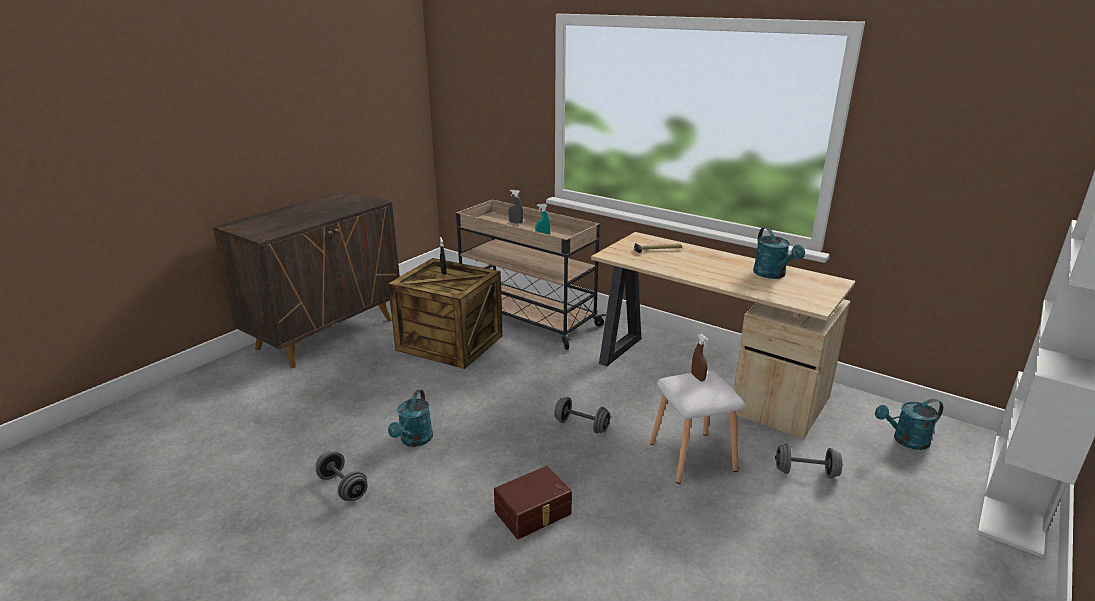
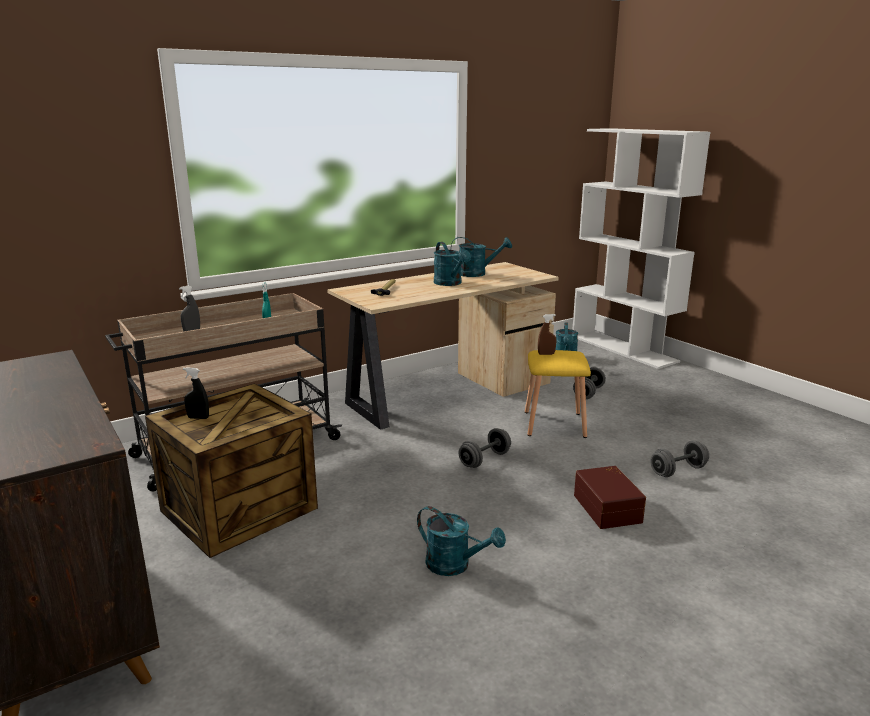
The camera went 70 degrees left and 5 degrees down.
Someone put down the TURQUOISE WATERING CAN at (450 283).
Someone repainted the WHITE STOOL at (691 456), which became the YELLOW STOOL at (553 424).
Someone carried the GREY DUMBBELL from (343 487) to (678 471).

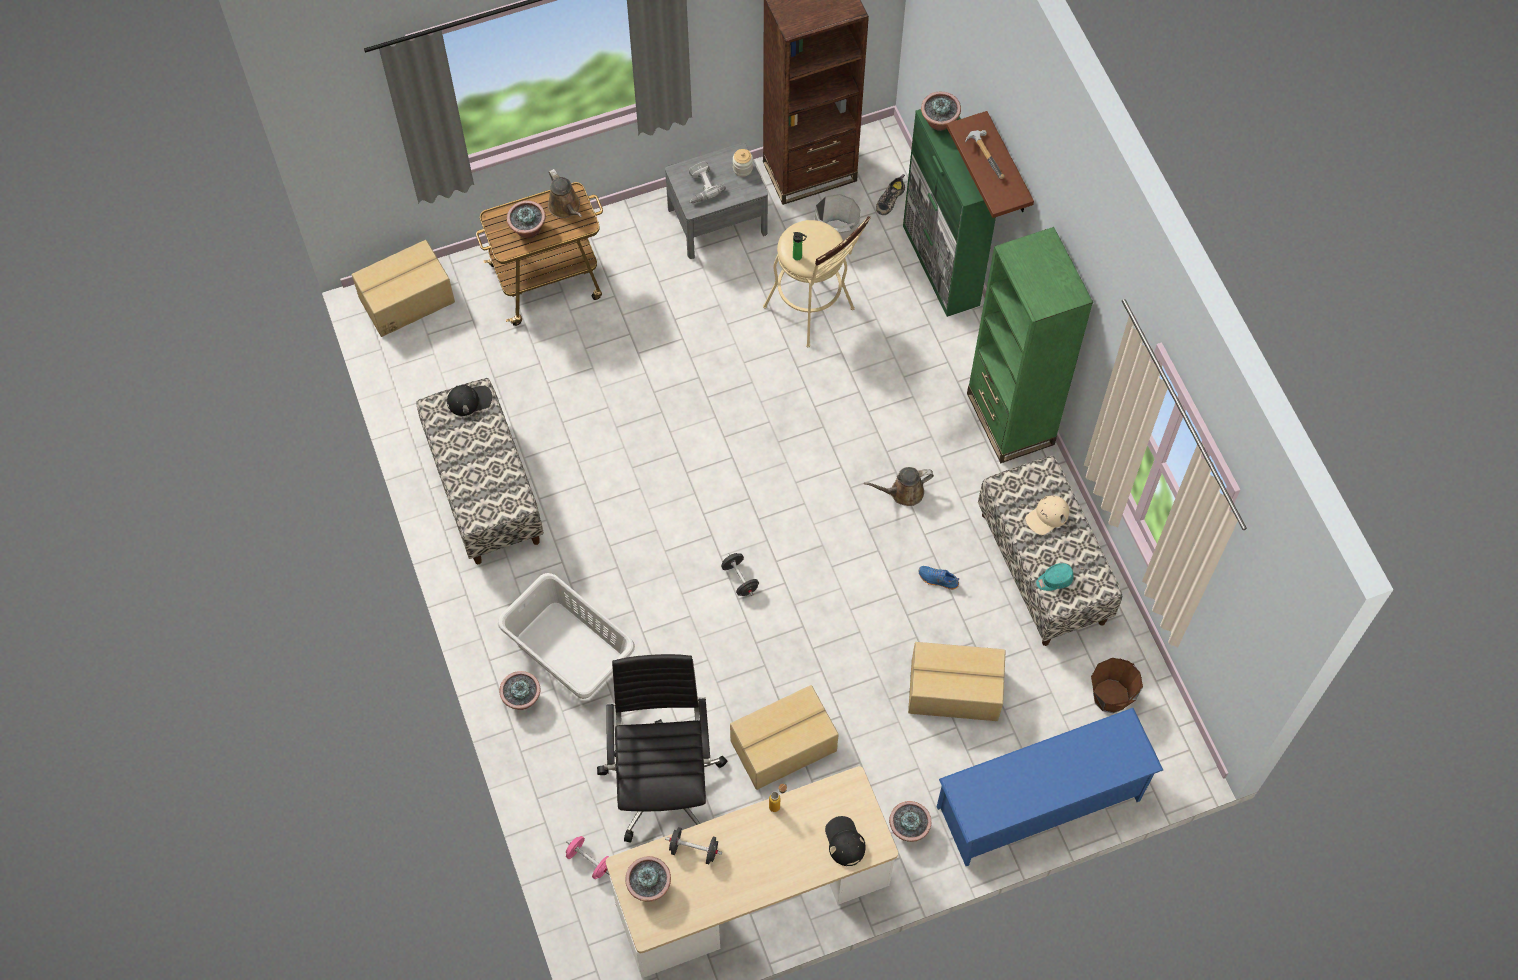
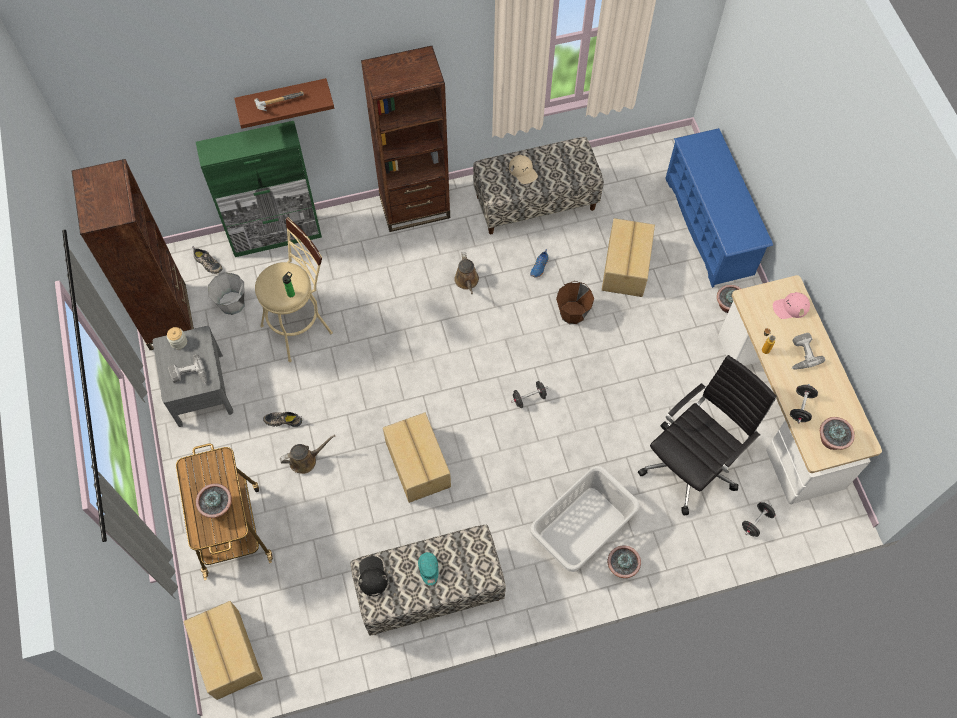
The camera went 85 degrees left and 0 degrees up.
Someone put down the SHOE at (283 420).
Someone carried the BROWN WATERING CAN from (565 207) to (306 460).
Someone repainted the GREEN BOOKCASE at (1010 419), which became the BROWN BOOKCASE at (415 207).
Someone carried the CARDBOARD BOX from (784 746) to (418 463).
Someone carried the TURQUOISE CAP from (1054 580) to (429 570).
Someone carried the BROWN BUCKET from (1111 697) to (573 313).
Someone rotated the BLACK OFFICE CHAIR at (663 780) by 135 degrees clockwise.
Someone repainted the PINK DUMBBELL at (589 861), which became the BLACK DUMBBELL at (756 522).
Someone repainted the BLACK CAP at (844 841), which became the PINK CAP at (790 307).
Someone put down the POWER DRILL at (801 354).
Someone took away the POTTED PLANT at (939 122).

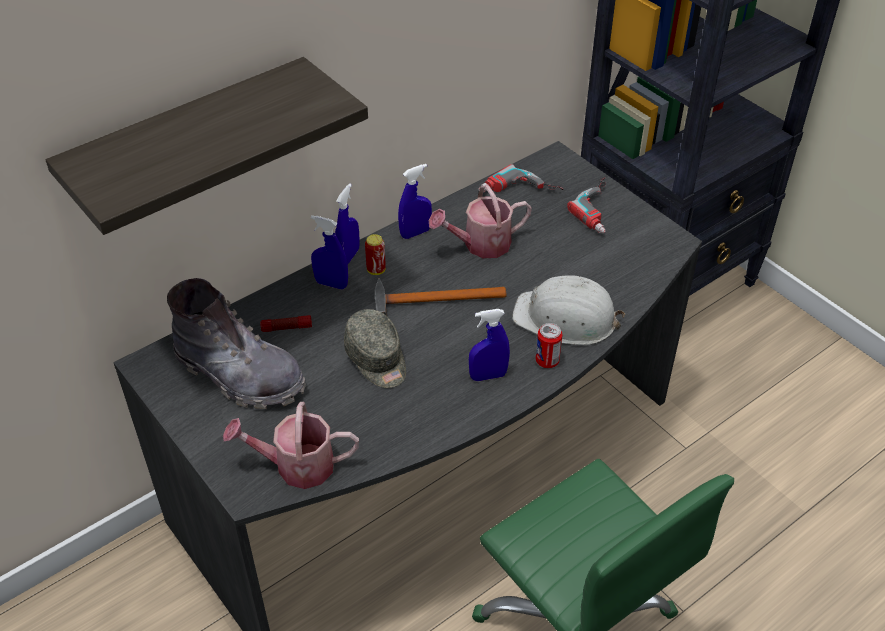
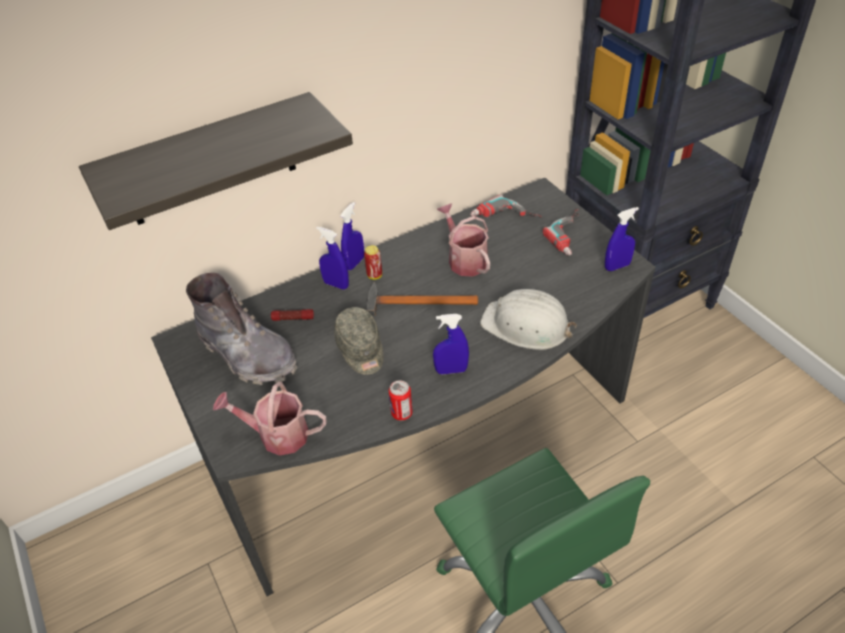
The camera went 10 degrees right and 0 degrees up.
Someone carried the CAN from (547 361) to (401 413).
Someone rotated the WATERING CAN at (480 245) by 75 degrees clockwise.
Someone carried the BLUE SPRAY BOTTLE from (415 233) to (617 266).

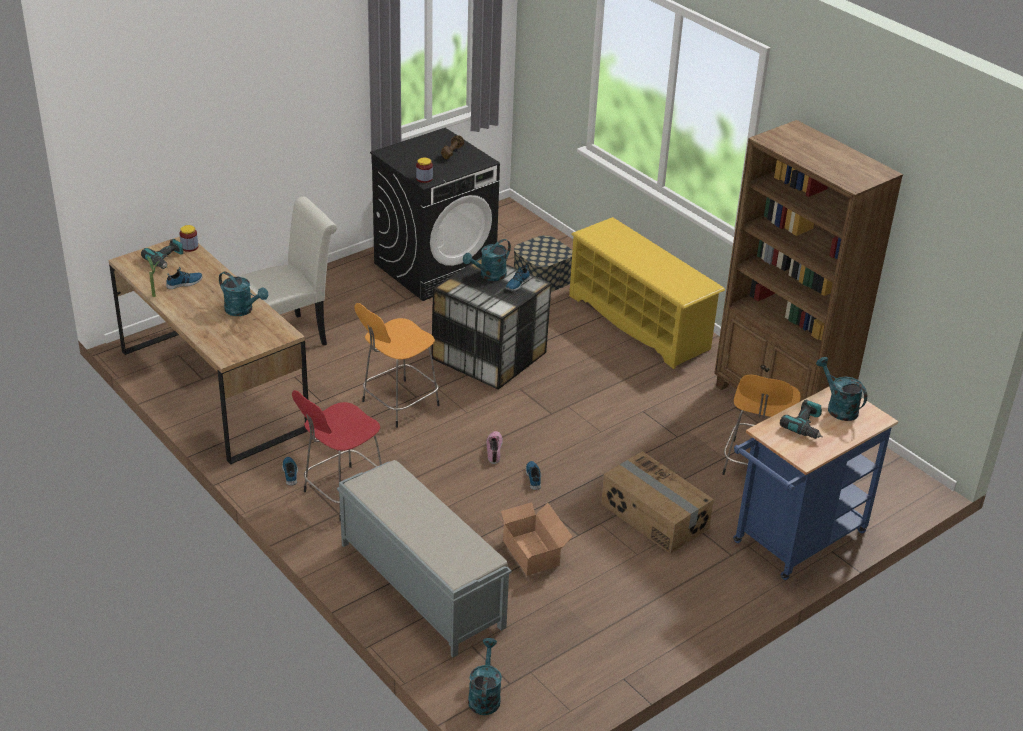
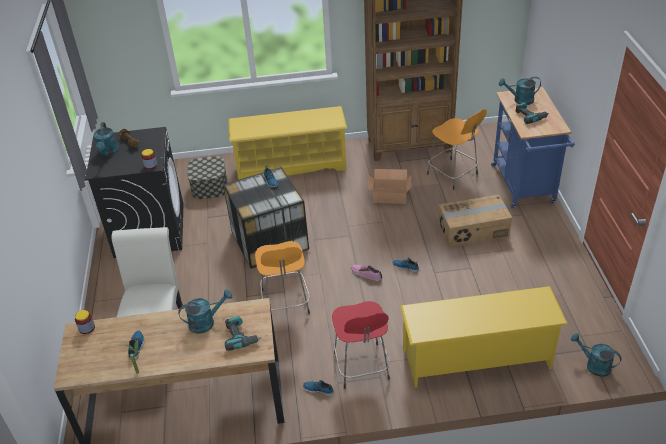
The camera went 55 degrees left and 5 degrees up.
Someone carried the TURQUOISE WATERING CAN from (489 275) to (108 152).
Someone carried the POWER DRILL from (166 260) to (240 337).
Someone carried the CARDBOARD BOX from (532 551) to (389 195).
Someone swapped the GREY BENCH at (420 584) for the YELLOW SHOE RACK at (477 359).

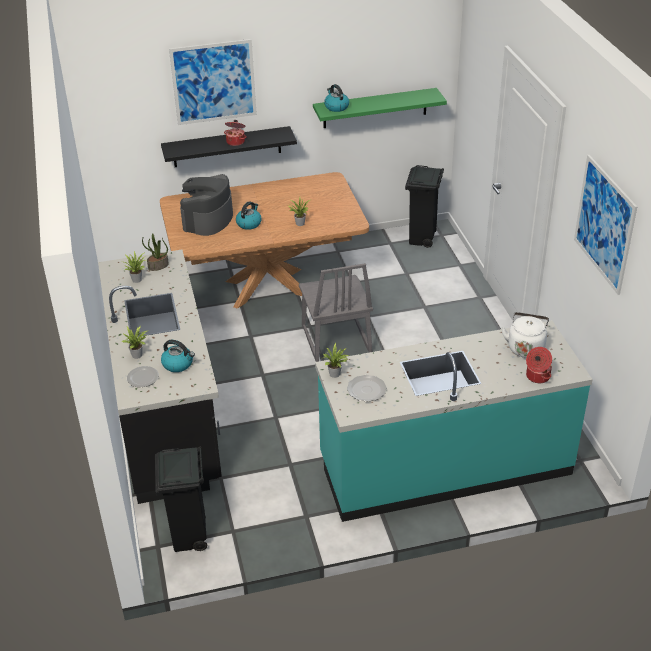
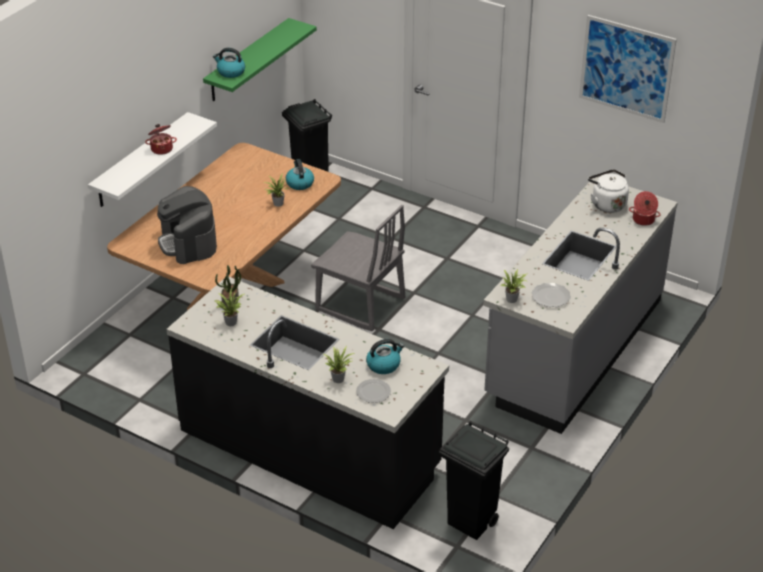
The camera went 45 degrees left and 0 degrees up.
Someone repainted the BLACK SHELF at (227 147), which became the WHITE SHELF at (141 160).
Someone carried the KETTLE from (249 223) to (299 183).
Someone repainted the TURQUOISE COUNTER at (444 465), which became the GREY COUNTER at (573 348).
Someone took away the PICTURE at (213 82).

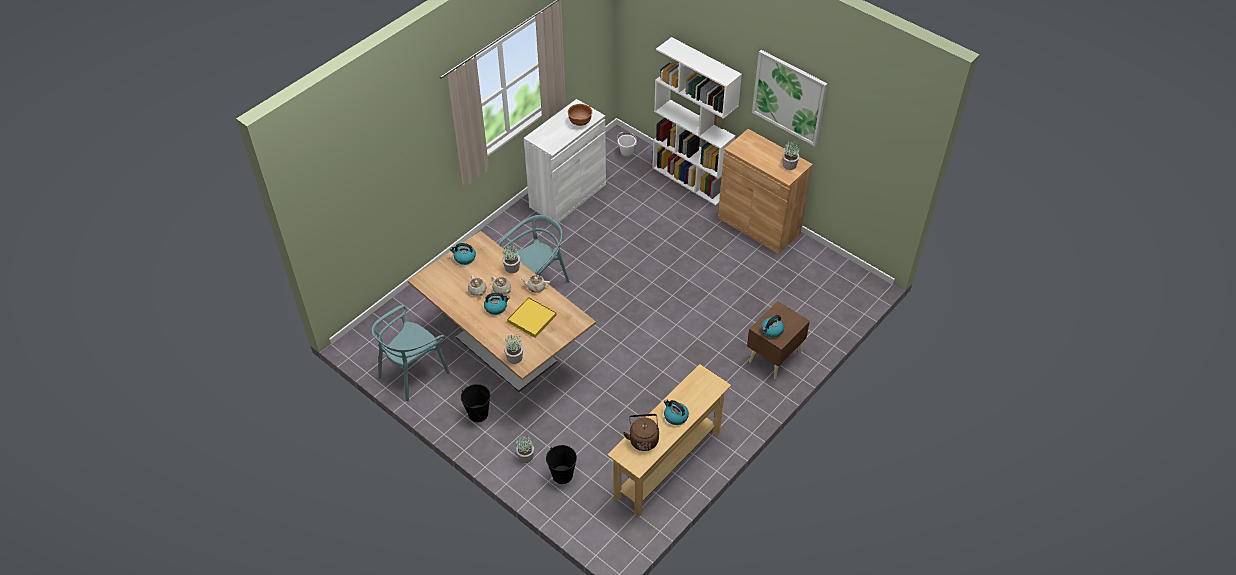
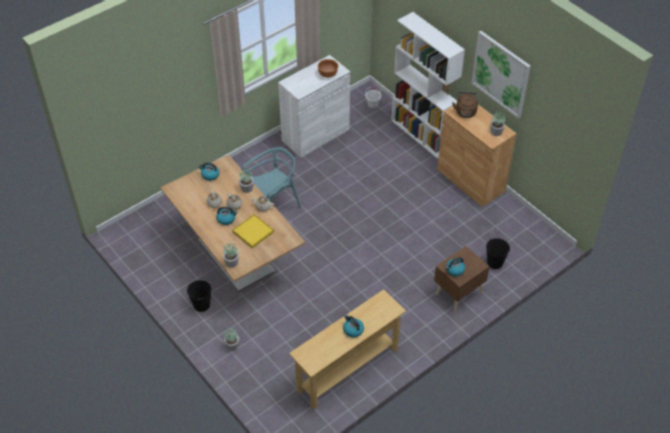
The camera went 10 degrees right and 0 degrees up.
Someone carried the BROWN KETTLE from (643 439) to (465 111).
Someone carried the BLACK BUCKET from (562 475) to (495 262).
Someone took away the TURQUOISE CHAIR at (413 373).

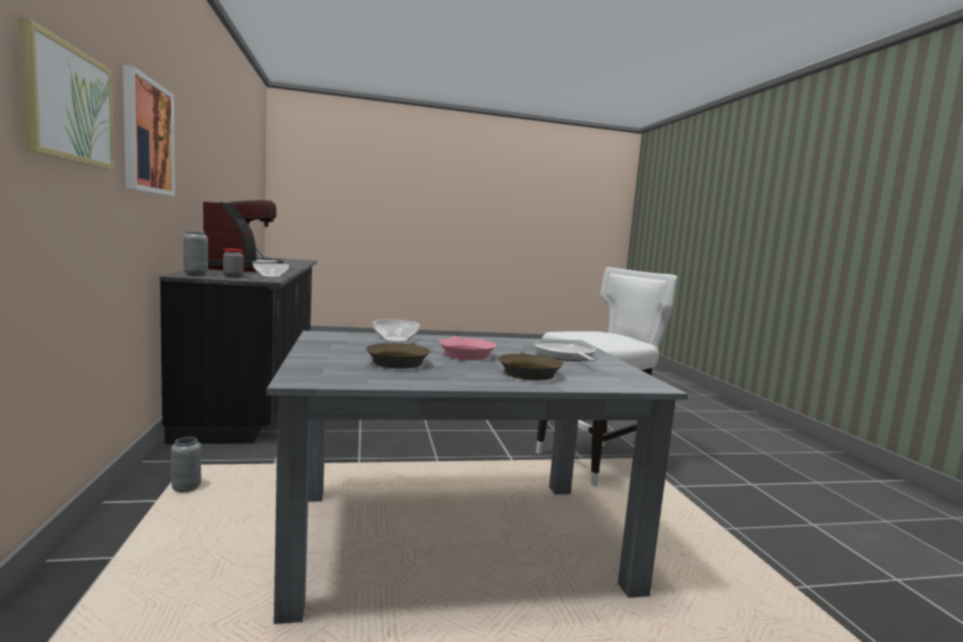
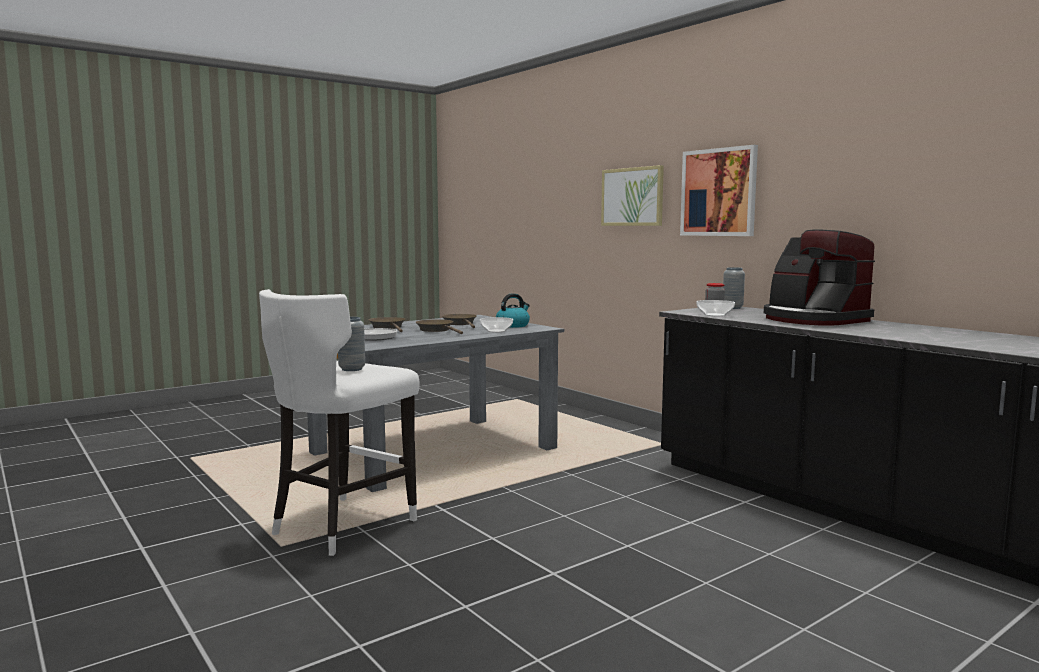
The camera went 155 degrees right and 0 degrees up.
Someone carried the GREY VASE from (186 489) to (352 369).
Someone repainted the PINK FRYING PAN at (465 354), which became the BROWN FRYING PAN at (437 330).
Someone put down the KETTLE at (513 325).

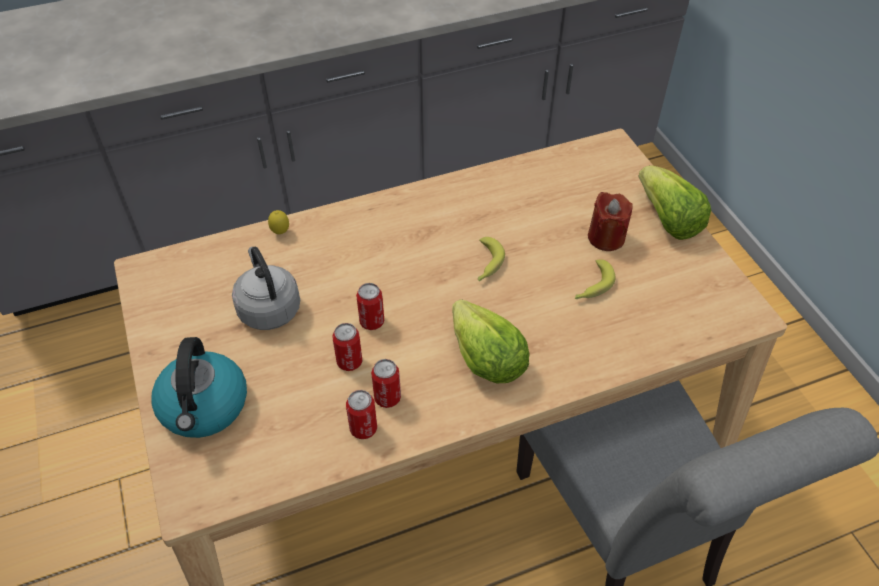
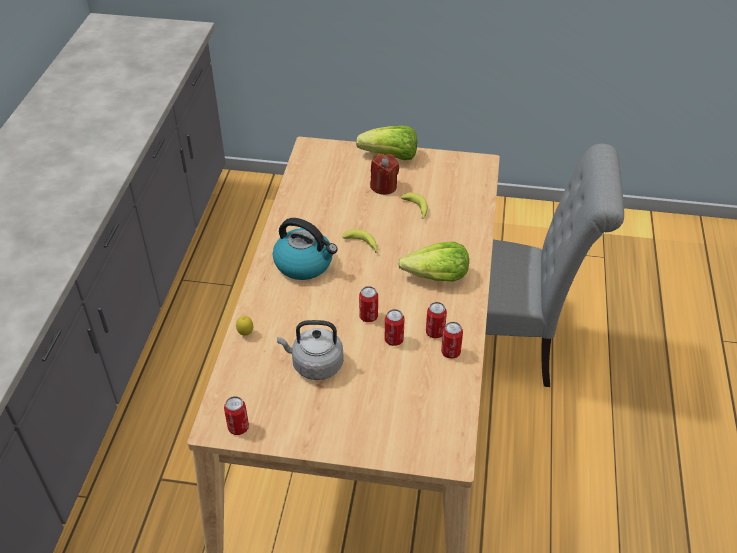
The camera went 60 degrees left and 5 degrees down.
Someone put down the CAN at (238 427).
Someone carried the KETTLE from (204 407) to (305 264).

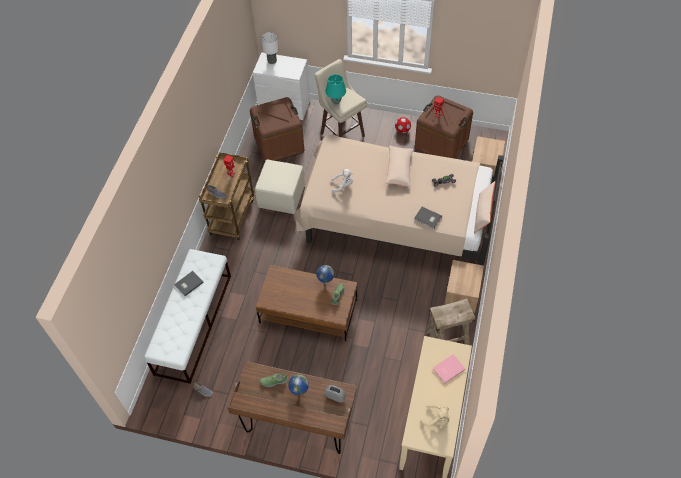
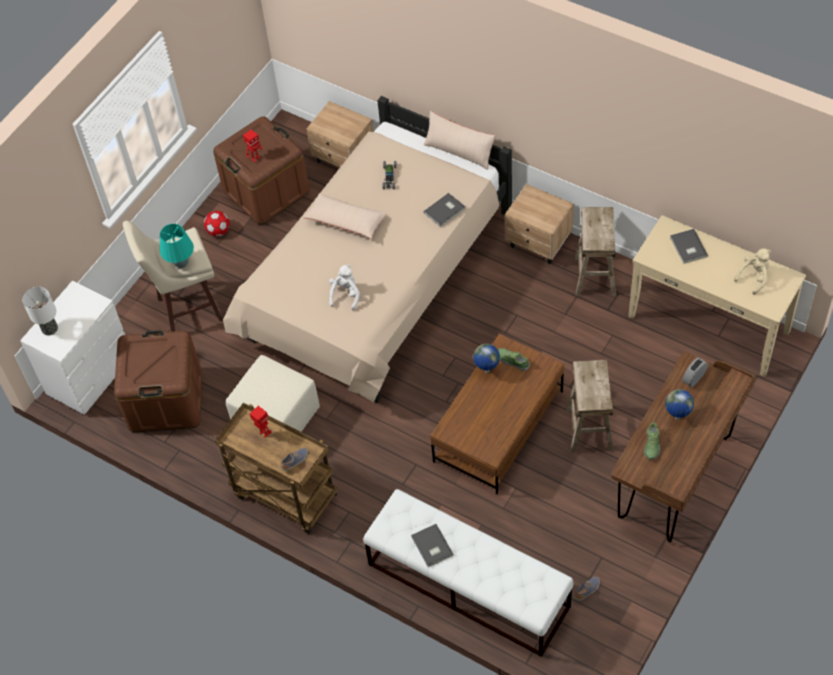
The camera went 70 degrees left and 0 degrees up.
Someone put down the BEIGE STOOL at (589 428).
Someone repainted the PINK BOOK at (448 369), which became the GREY BOOK at (687 248).

